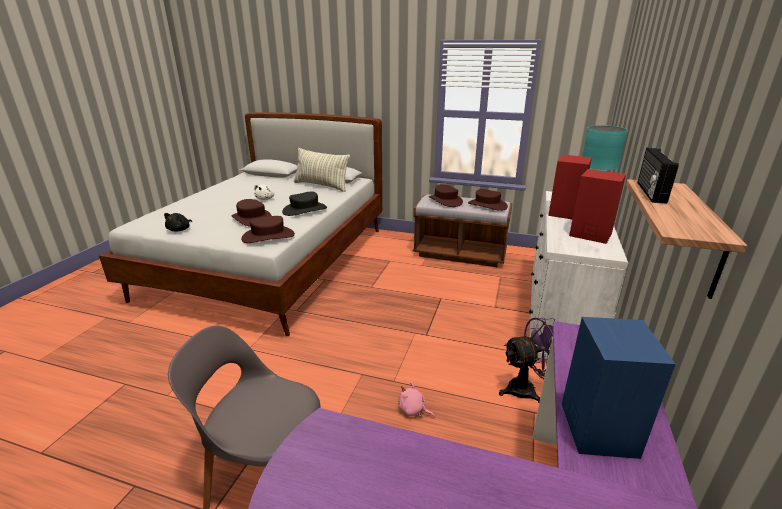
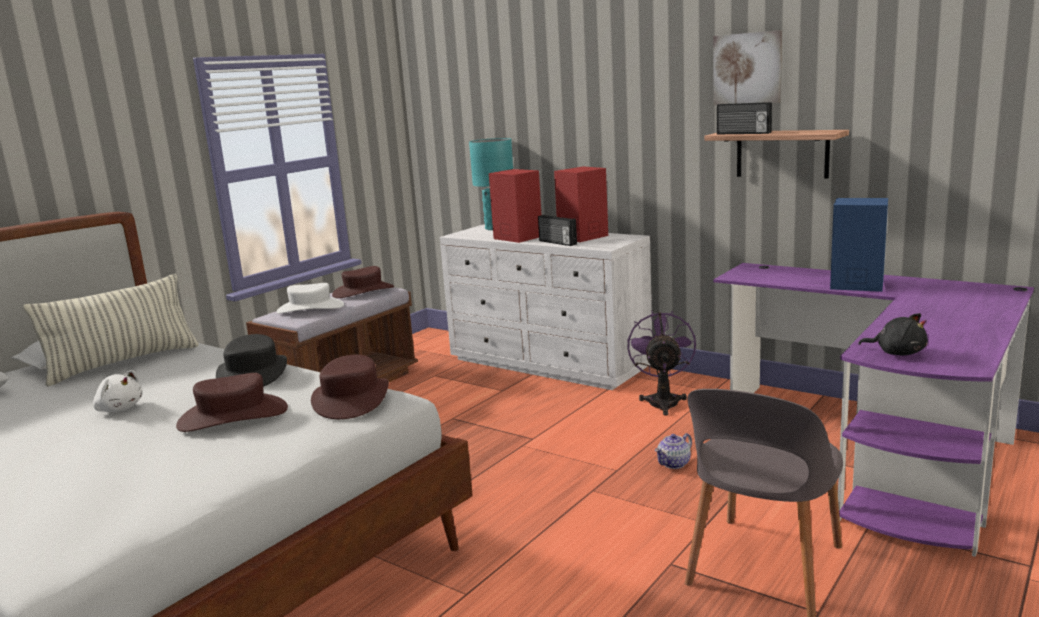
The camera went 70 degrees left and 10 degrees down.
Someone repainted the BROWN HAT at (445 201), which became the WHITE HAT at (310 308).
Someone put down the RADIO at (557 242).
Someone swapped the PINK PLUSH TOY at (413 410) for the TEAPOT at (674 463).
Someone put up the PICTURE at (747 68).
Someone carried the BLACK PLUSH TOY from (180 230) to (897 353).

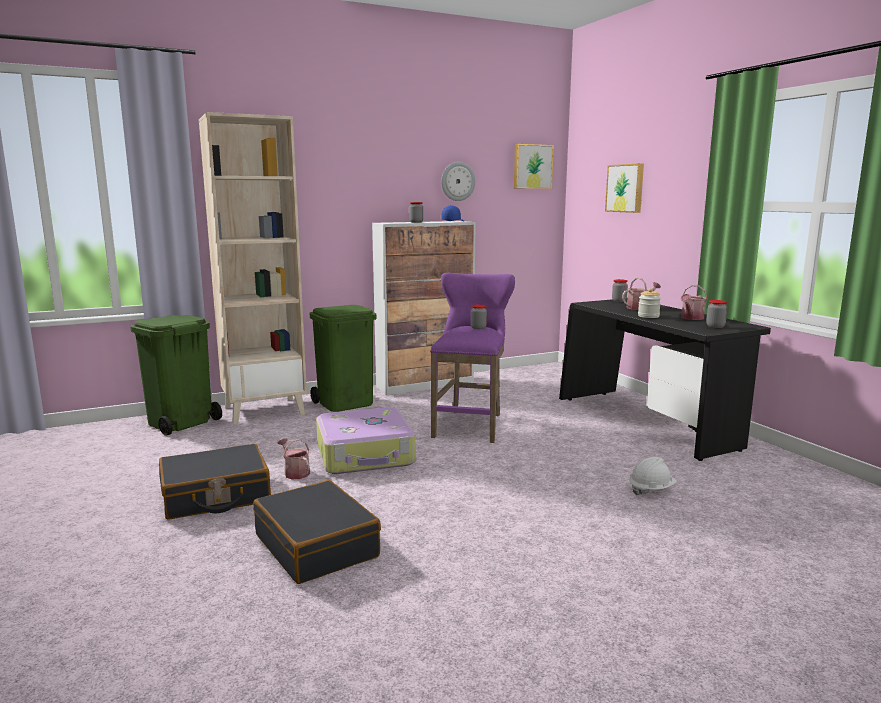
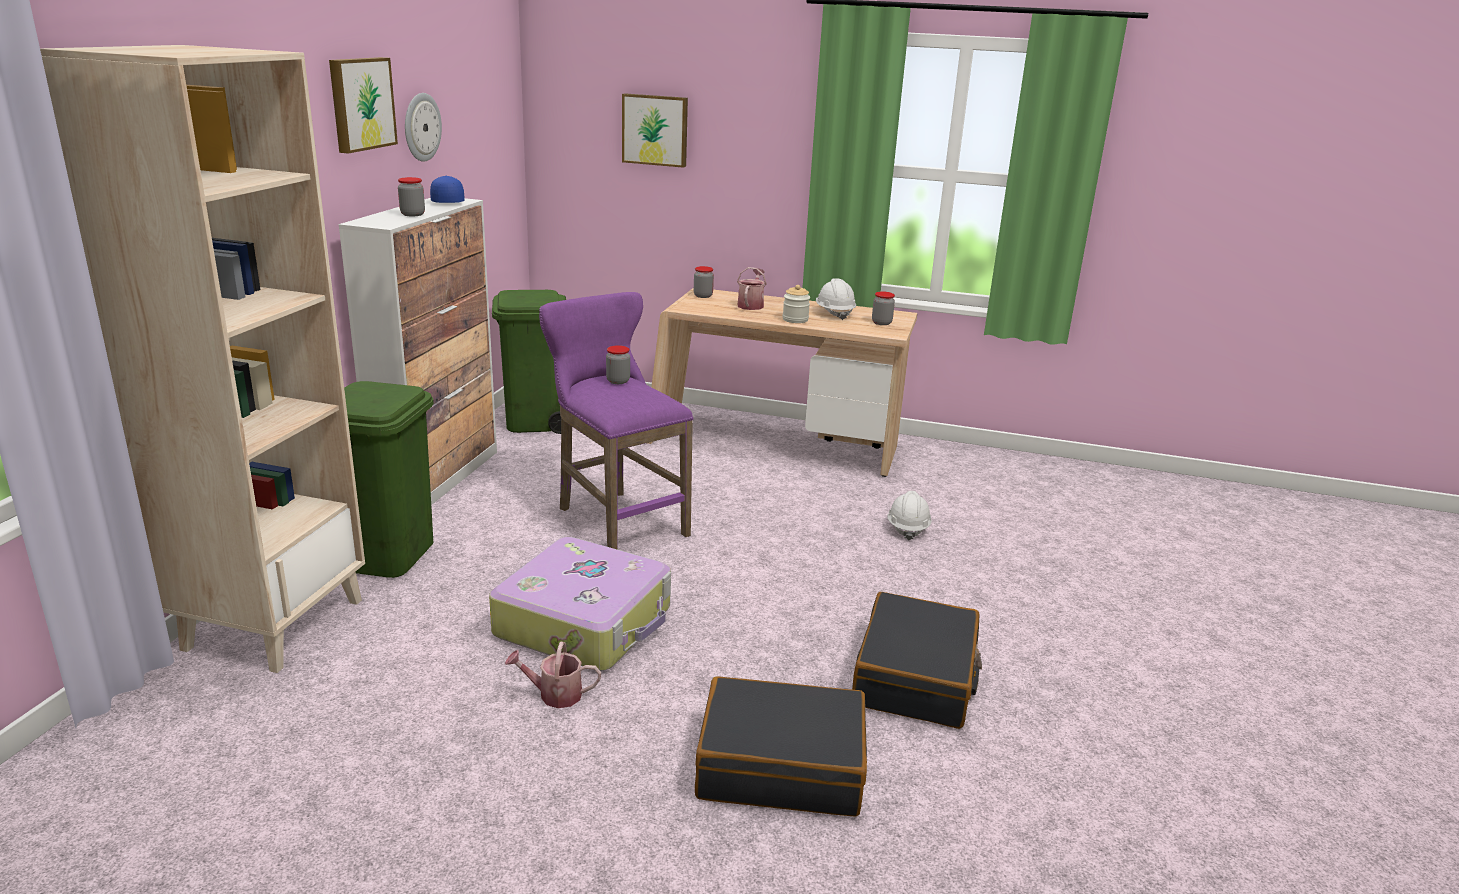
The camera went 50 degrees left and 10 degrees up.
Someone carried the PICTURE from (532 166) to (360 103).
Someone carried the GREEN TRASH CAN from (180 423) to (535 421).
Someone repainted the BLACK DESK at (646 423), which became the BEIGE DESK at (774 446).
Someone swapped the WATERING CAN at (691 318) for the WHITE HARD HAT at (834 313).
Someone carried the BLACK SUITCASE from (215 496) to (916 677).

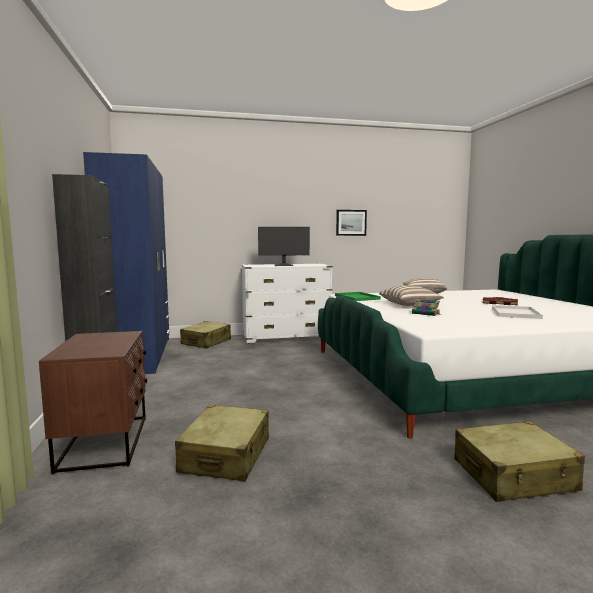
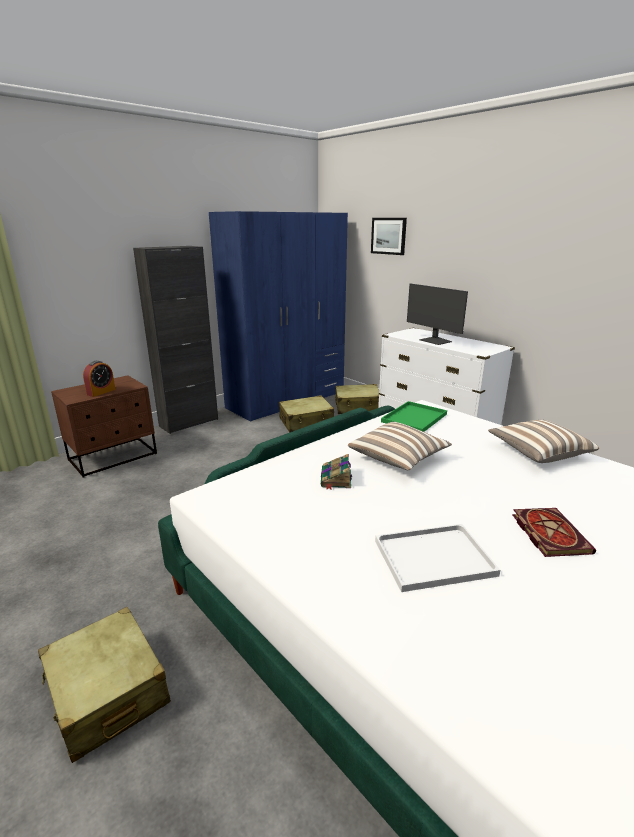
The camera went 60 degrees right and 15 degrees up.
Someone put down the ALARM CLOCK at (101 392).
Someone carried the BEIGE SUITCASE from (226 455) to (306 422).
Someone carried the PICTURE from (351 222) to (388 236).

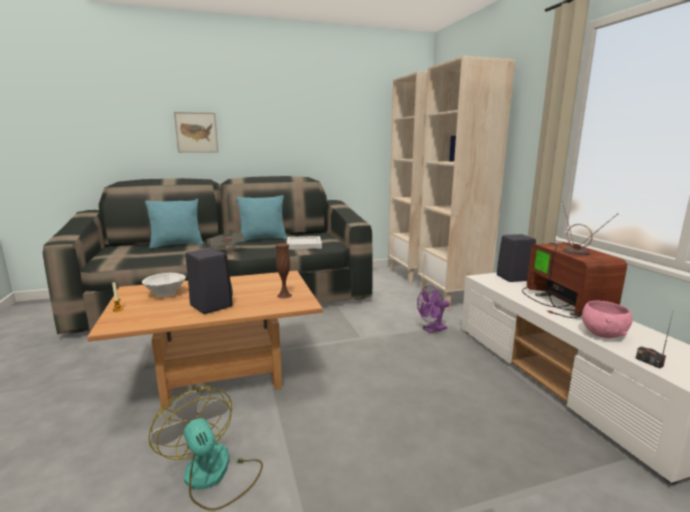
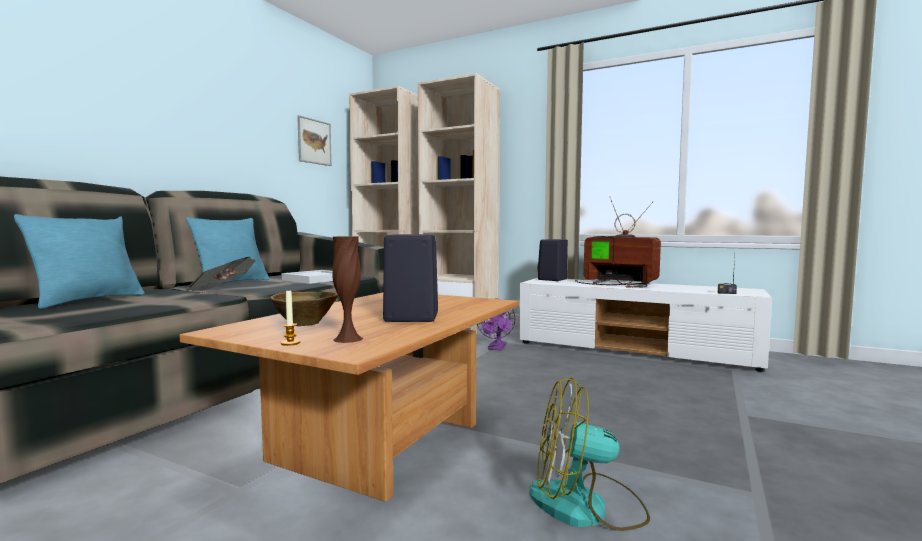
The camera went 45 degrees left and 10 degrees down.
Someone repainted the WHITE BOWL at (165 294), which became the BROWN BOWL at (305 323).
Someone carried the PICTURE from (196 132) to (314 141).
Someone carried the BROWN VASE from (284 295) to (348 339).
Someone took away the PINK BOWL at (603 334).

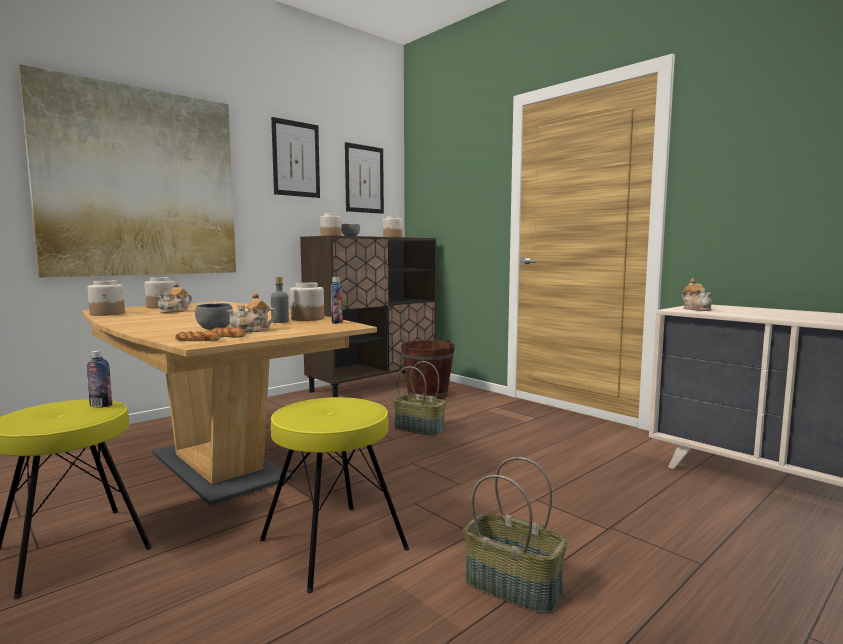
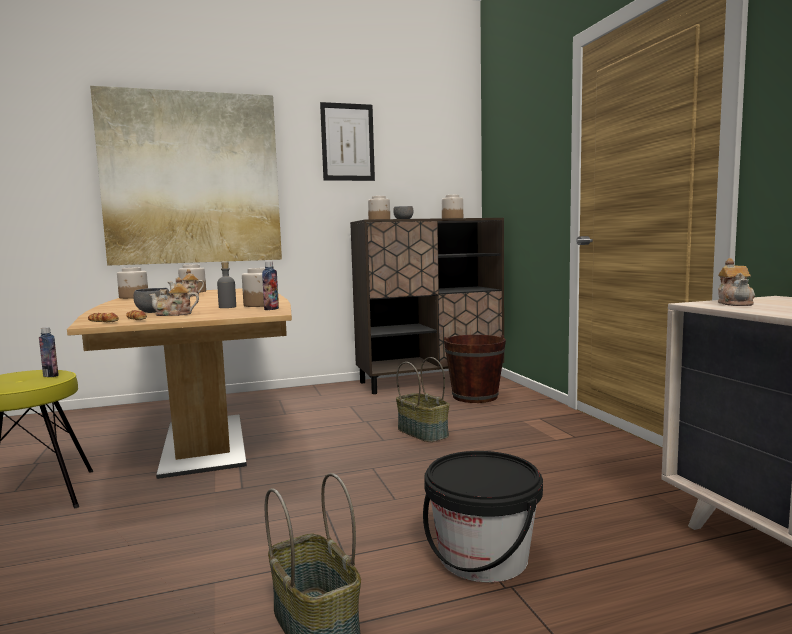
The camera went 25 degrees right and 0 degrees up.
Someone put down the BLACK BUCKET at (483 557).
Someone took away the YELLOW STOOL at (333 545).
Someone took away the PICTURE at (364 179).

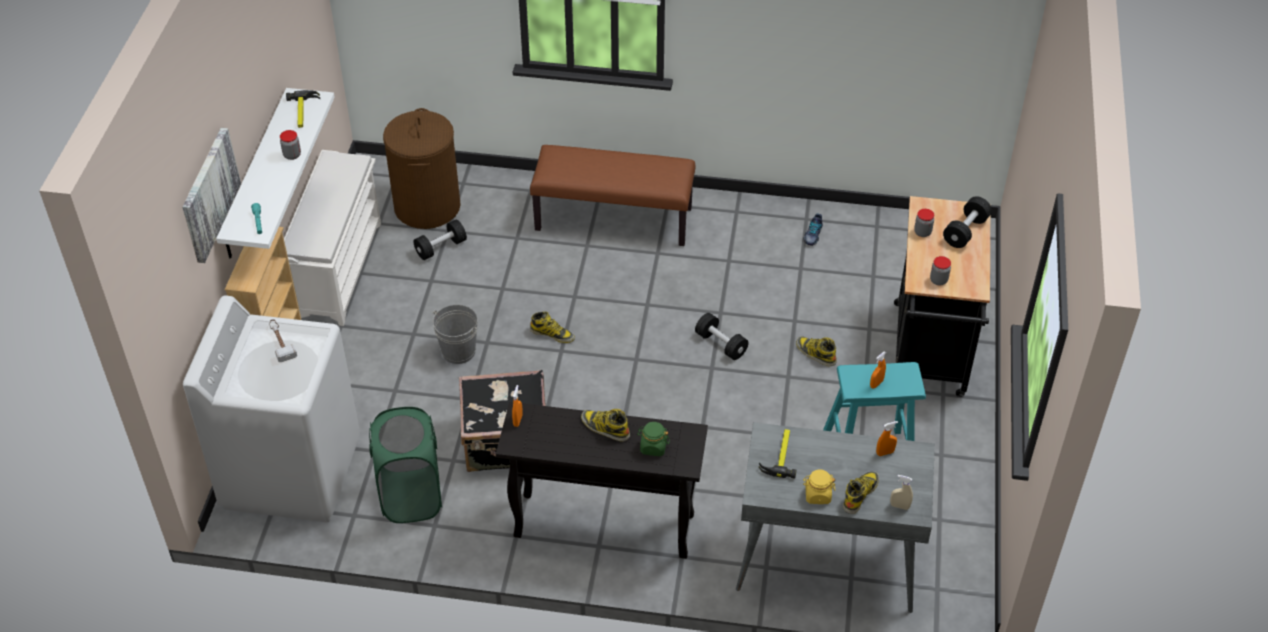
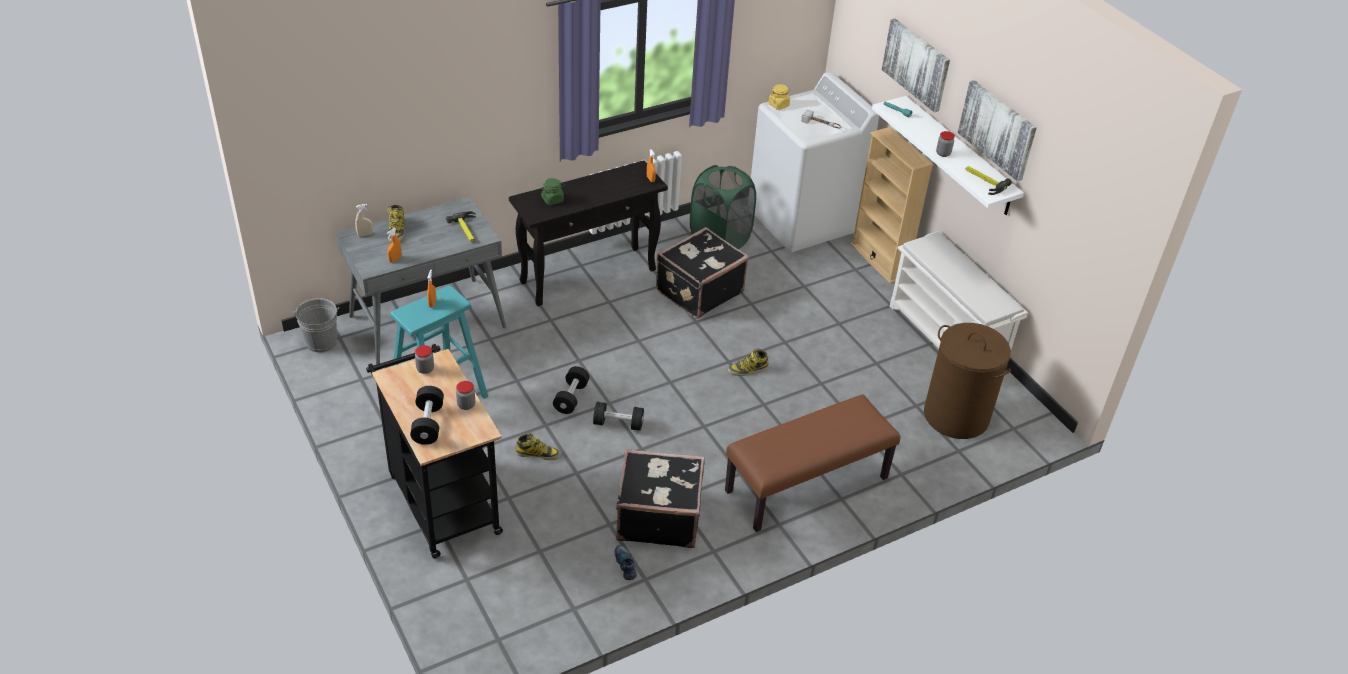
The camera went 140 degrees right and 5 degrees down.
Someone carried the GREY BUCKET from (458 351) to (321 342).
Someone carried the BLACK DUMBBELL from (441 248) to (571 398).
Someone put down the BLACK SUITCASE at (658 516).
Someone carried the YELLOW JAR from (817 495) to (778 105).
Someone put up the PICTURE at (998 129).
Someone took away the BOOT at (605 428).

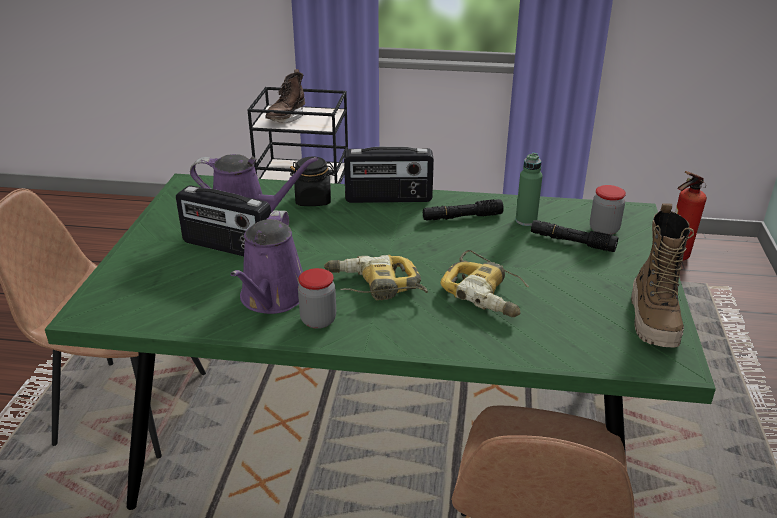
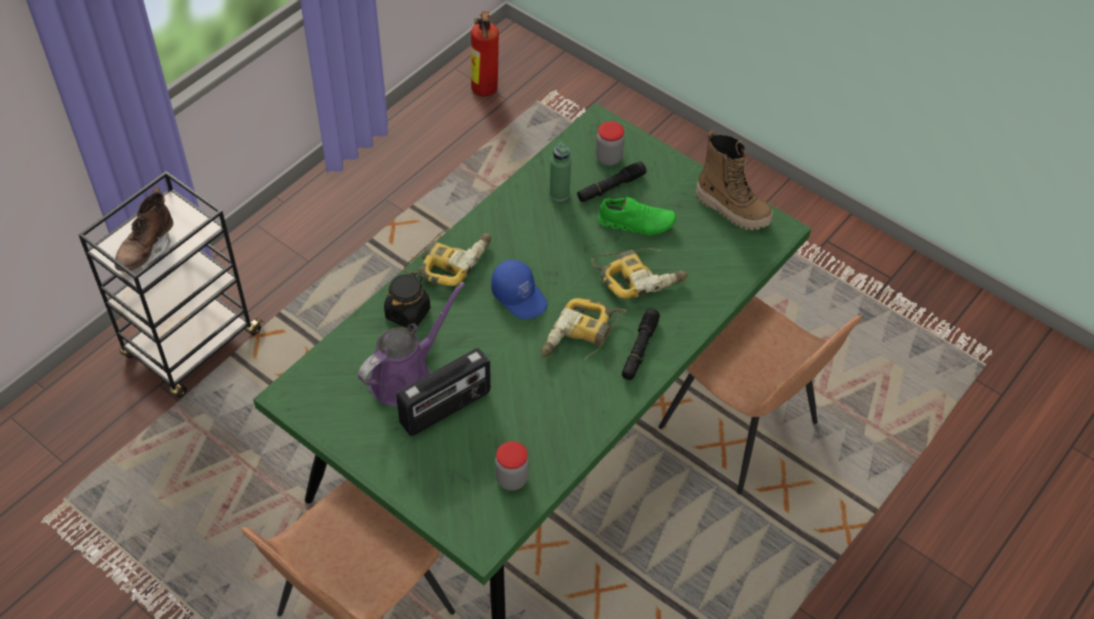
The camera went 60 degrees left and 20 degrees up.
Someone rotated the BROWN BOOT at (286 118) by 60 degrees clockwise.
Someone swapped the RADIO at (388 199) for the POWER DRILL at (450 260).
Someone put down the BLUE CAP at (520 296).
Someone carried the JAR from (318 320) to (511 479).
Someone put down the GREEN SHOE at (636 223).
Someone carried the BLACK FLASHLIGHT from (462 217) to (639 349).
Someone took away the PURPLE WATERING CAN at (272 298).

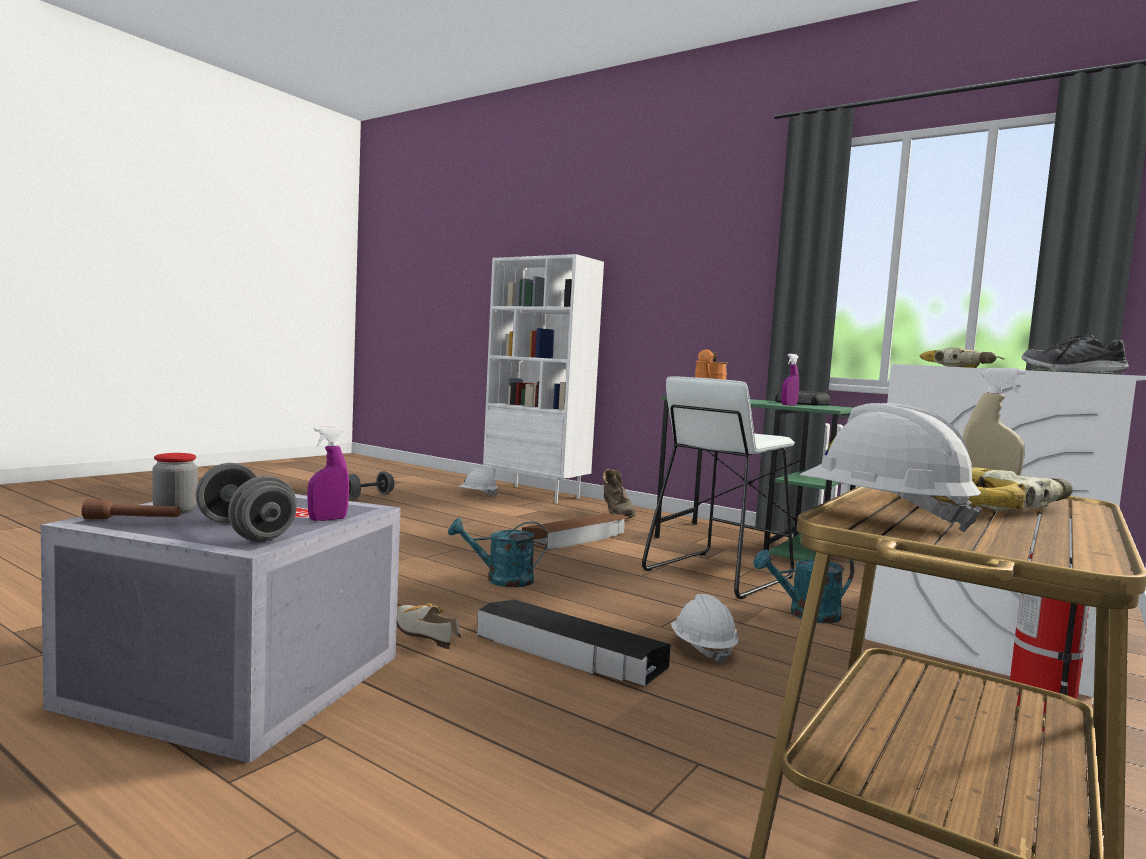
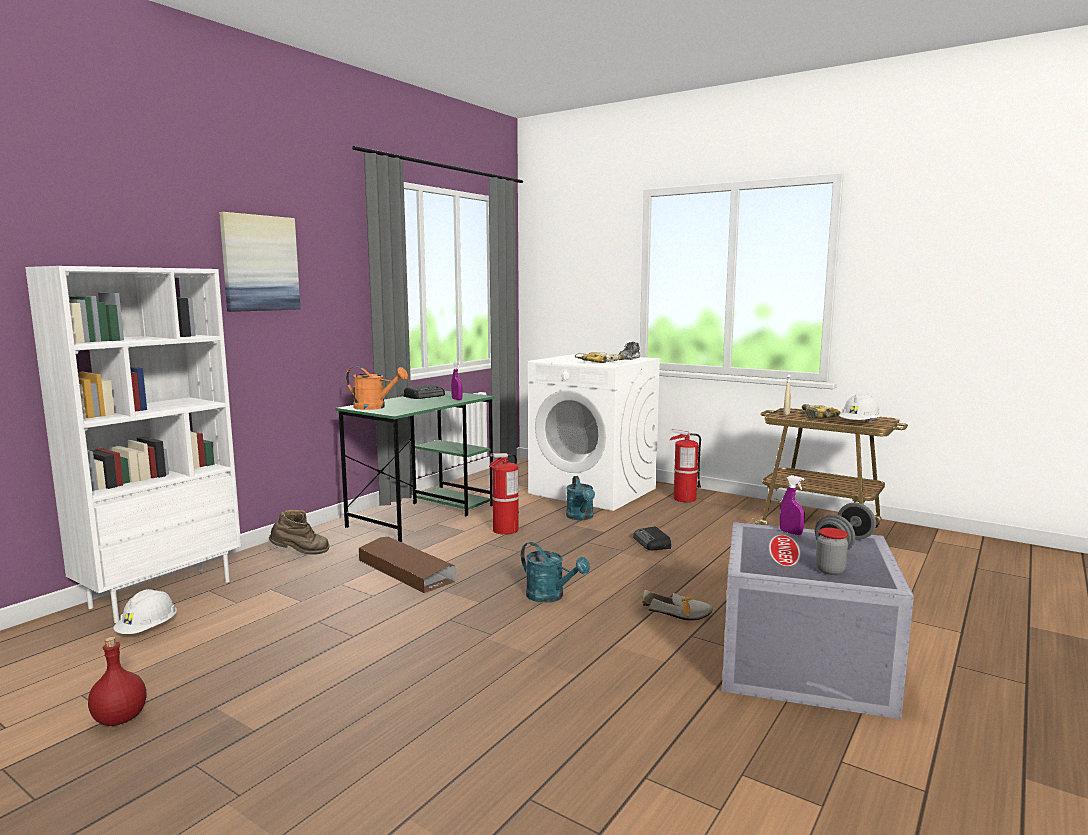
The camera went 90 degrees left and 5 degrees up.
Someone swapped the GREY DUMBBELL at (368 496) for the RED BOTTLE at (119 719).
Someone put up the PICTURE at (260 263).
Someone swapped the WHITE STOOL at (717 573) for the FIRE EXTINGUISHER at (505 530).
Someone rotated the TURQUOISE WATERING CAN at (501 580) by 45 degrees counterclockwise.
Someone swapped the WHITE HARD HAT at (702 649) for the RADIO at (652 543).
Someone rotated the SHOE at (424 632) by 120 degrees counterclockwise.
Someone took away the BROWN FLASHLIGHT at (133 520).
Someone took away the BLACK STORAGE BOX at (570 652).

